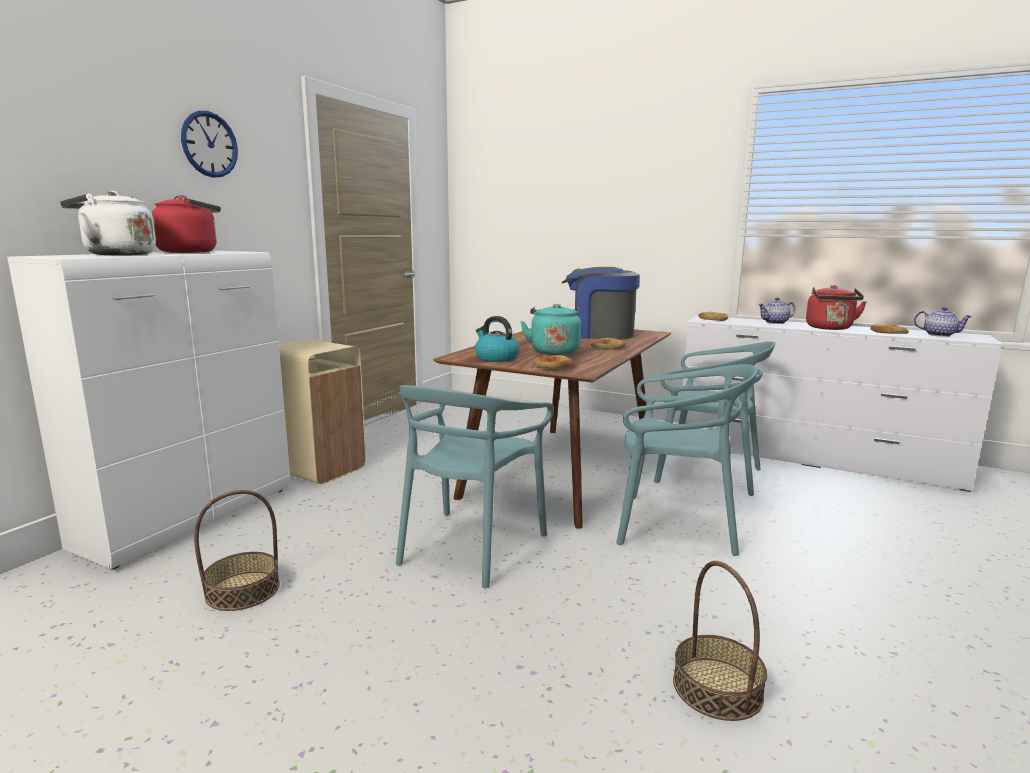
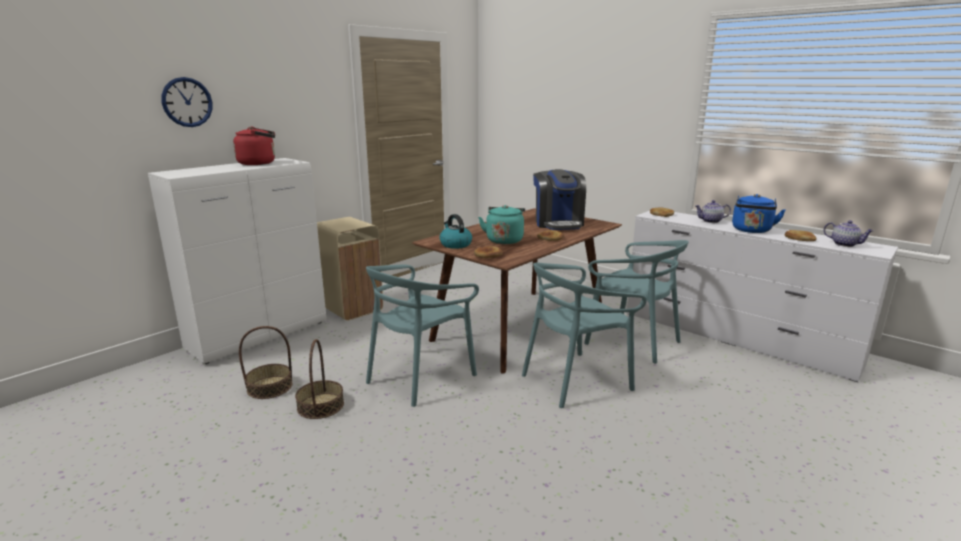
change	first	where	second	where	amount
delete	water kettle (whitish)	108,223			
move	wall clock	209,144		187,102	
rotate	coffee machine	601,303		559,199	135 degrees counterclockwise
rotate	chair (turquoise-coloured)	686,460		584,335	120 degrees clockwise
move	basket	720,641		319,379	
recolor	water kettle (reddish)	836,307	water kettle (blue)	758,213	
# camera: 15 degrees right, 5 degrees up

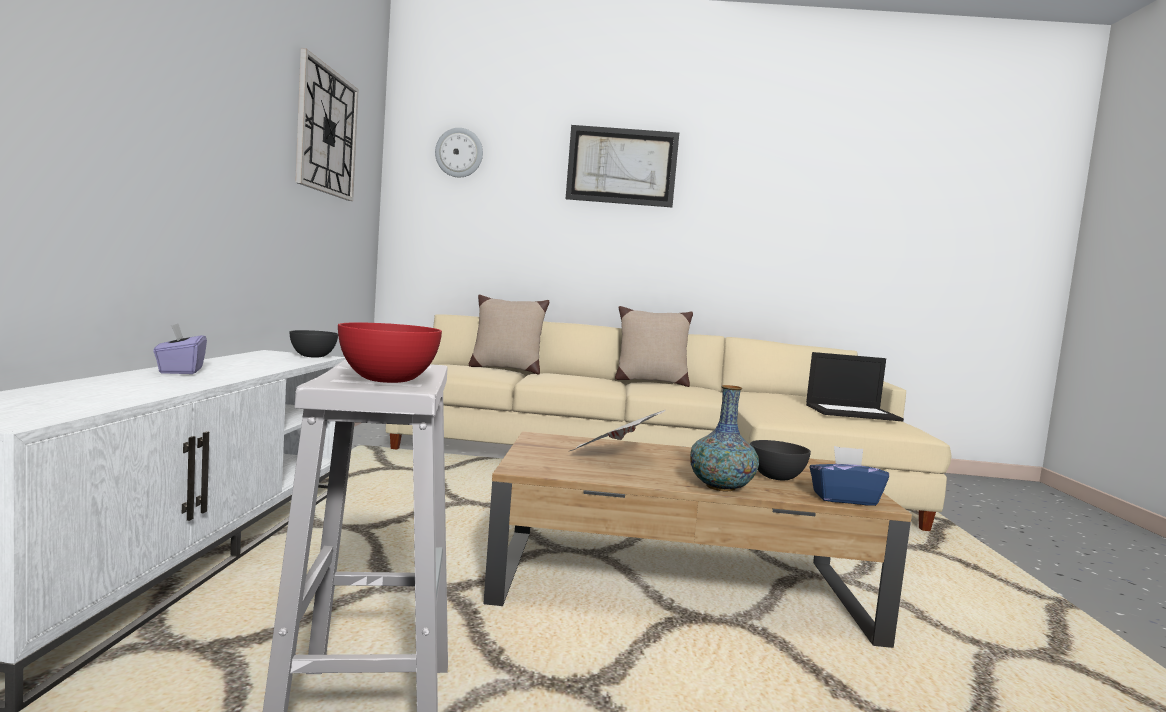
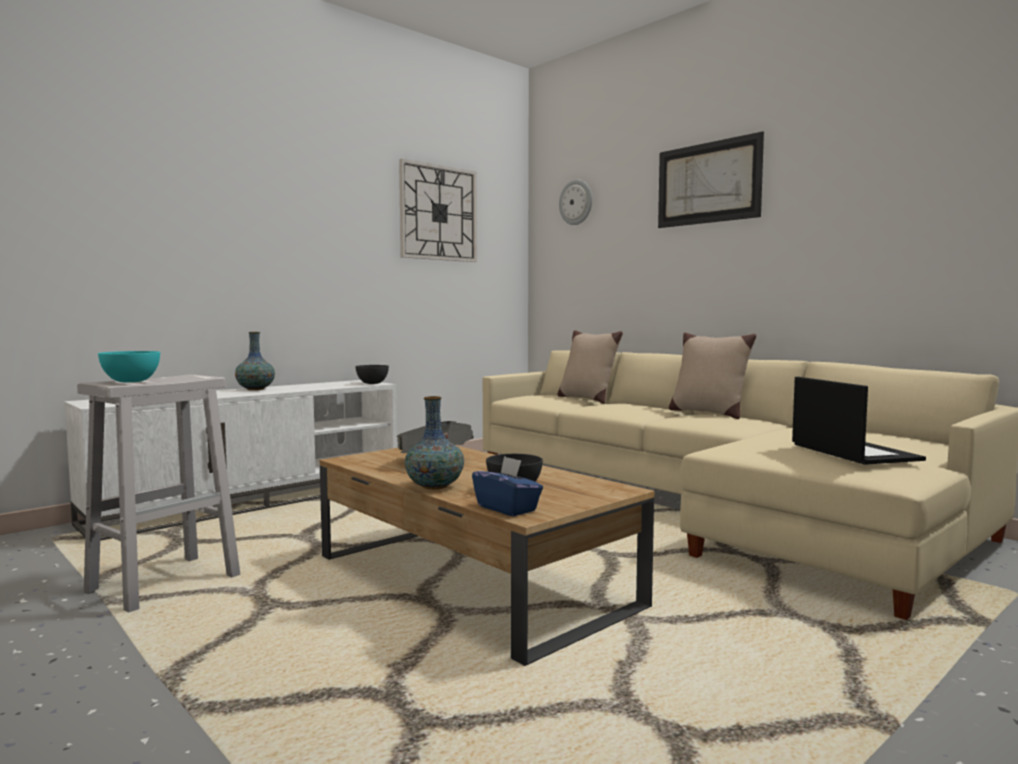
change	first	where	second	where	amount
replace	box of tissues (purplish)	180,348	vase	255,361	
recolor	serving bowl (reddish)	390,352	serving bowl (turquoise-coloured)	129,366	
rotate	portable computer	855,387		859,421	150 degrees counterclockwise
# camera: 45 degrees right, 0 degrees up

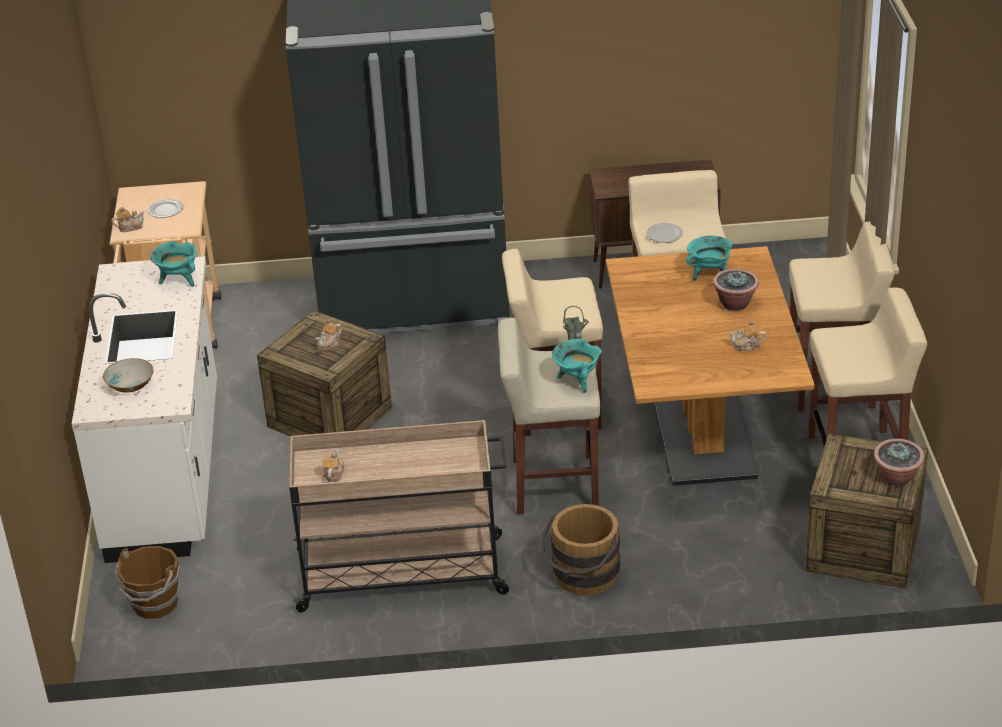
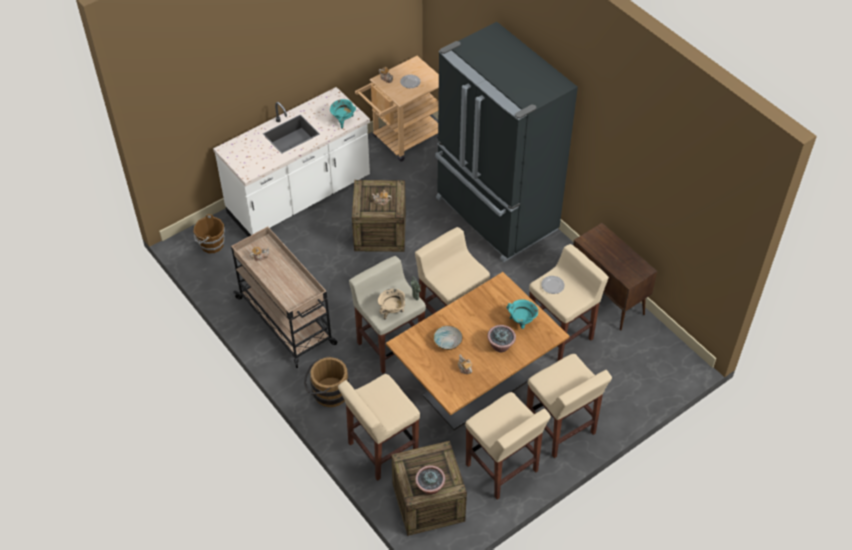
change	first	where	second	where	amount
move	serving bowl	128,375		448,338	
recolor	stockpot (turquoise-coloured)	577,366	stockpot (sand-coloured)	391,304	
insert			sitting stool (sand-coloured)	379,427	
# camera: 55 degrees right, 15 degrees up

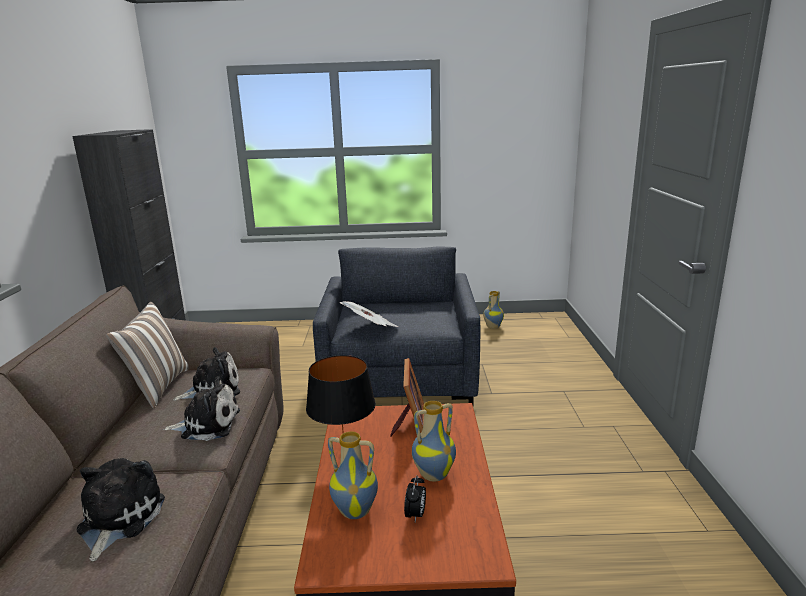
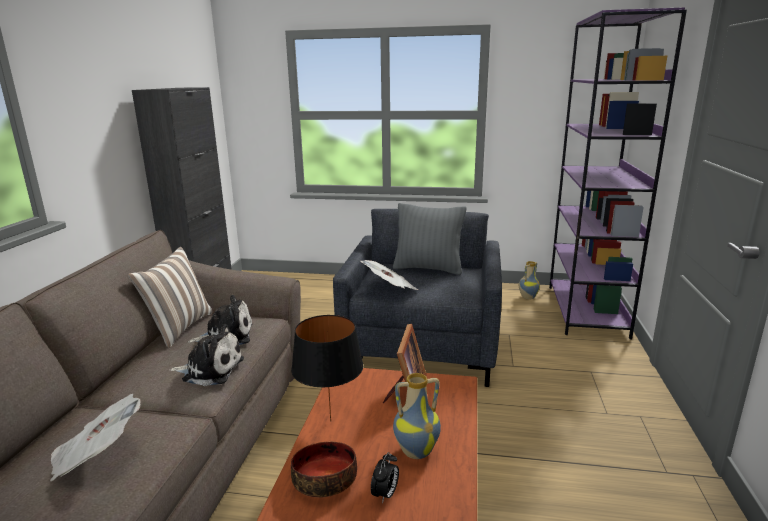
change	first	where	second	where	amount
replace	cuddly toy	120,509	newspaper	96,437	
replace	vase	353,475	serving bowl	324,469	
insert			throw pillow (gray)	430,239	
insert			bookcase (purplish)	618,173	
# camera: 10 degrees right, 0 degrees up

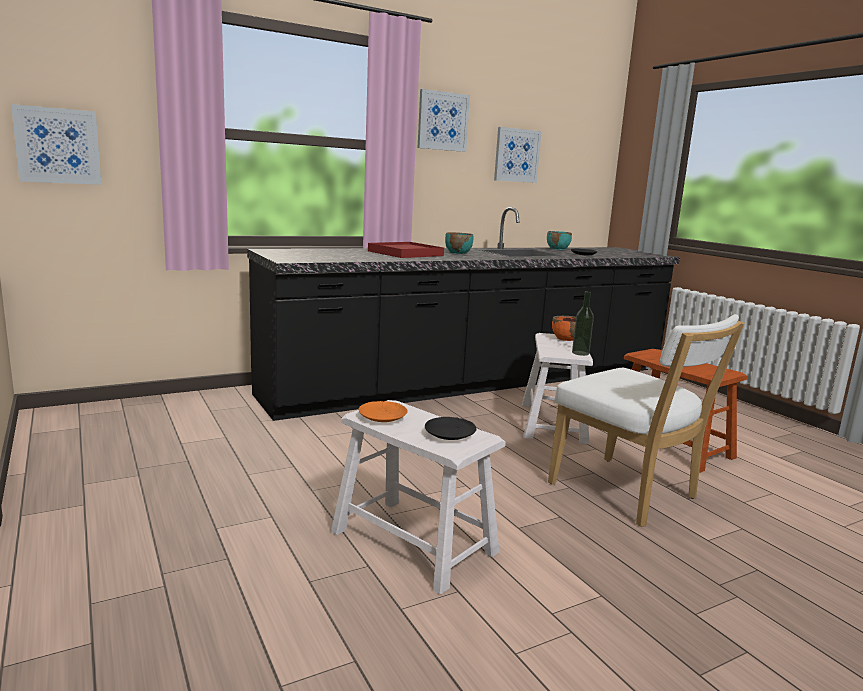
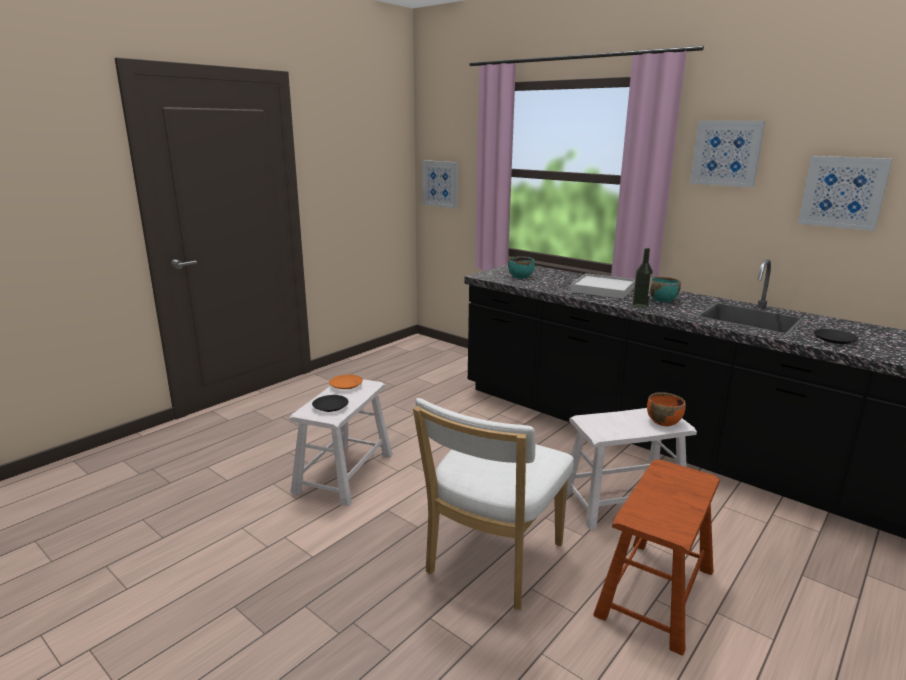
change	first	where	second	where	amount
recolor	serving tray (reddish)	406,250	serving tray (whitish)	602,286	
move	serving bowl (turquoise-coloured)	559,240		521,268	
move	bottle	583,323		642,278	
# camera: 70 degrees right, 5 degrees up

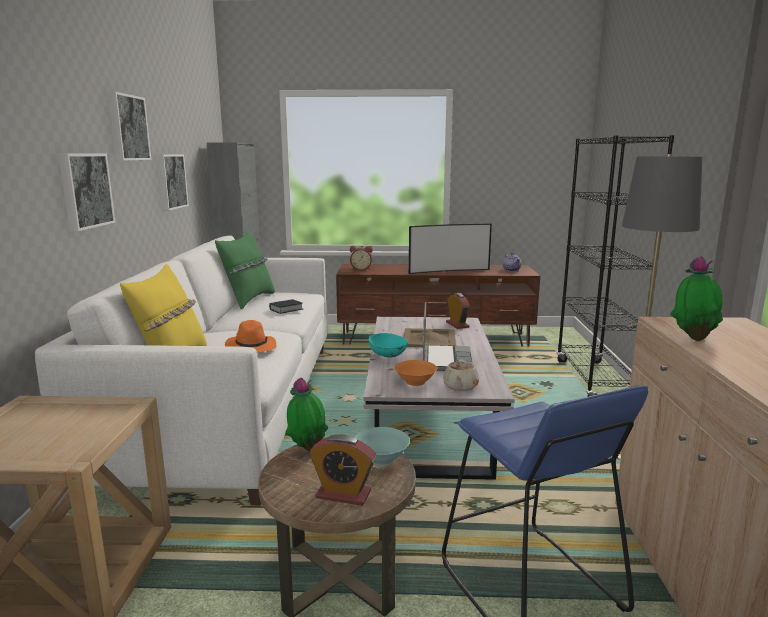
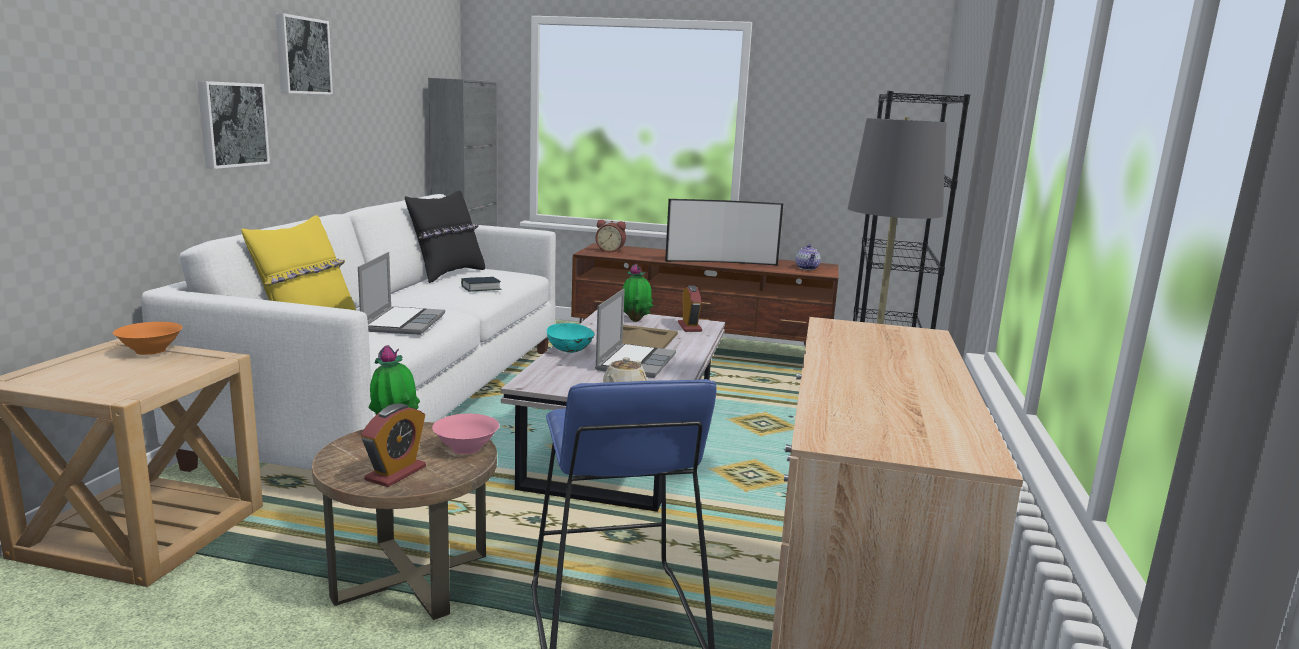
change	first	where	second	where	amount
delete	wall picture	173,182			
recolor	throw pillow (green)	245,270	throw pillow (blackish)	445,236	
replace	hat (orangey)	250,336	portable computer	401,293	
rotate	bedside clock	342,470		393,445	90 degrees counterclockwise
recolor	serving bowl (turquoise-coloured)	382,446	serving bowl (pinkish)	465,434	
move	serving bowl (orangey)	415,373		148,338	
move	potted plant	696,298		638,293	
# camera: 10 degrees right, 0 degrees up

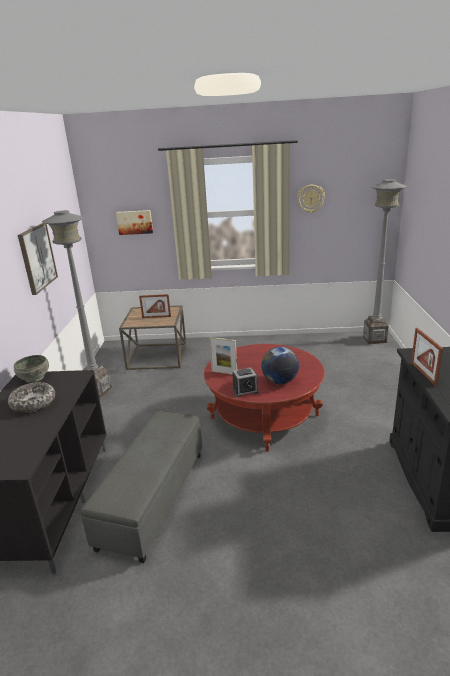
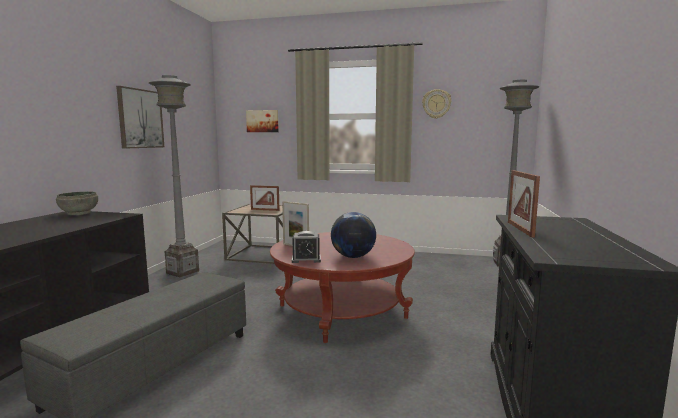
change	first	where	second	where	amount
delete	serving bowl	31,397			
# camera: 10 degrees right, 15 degrees down

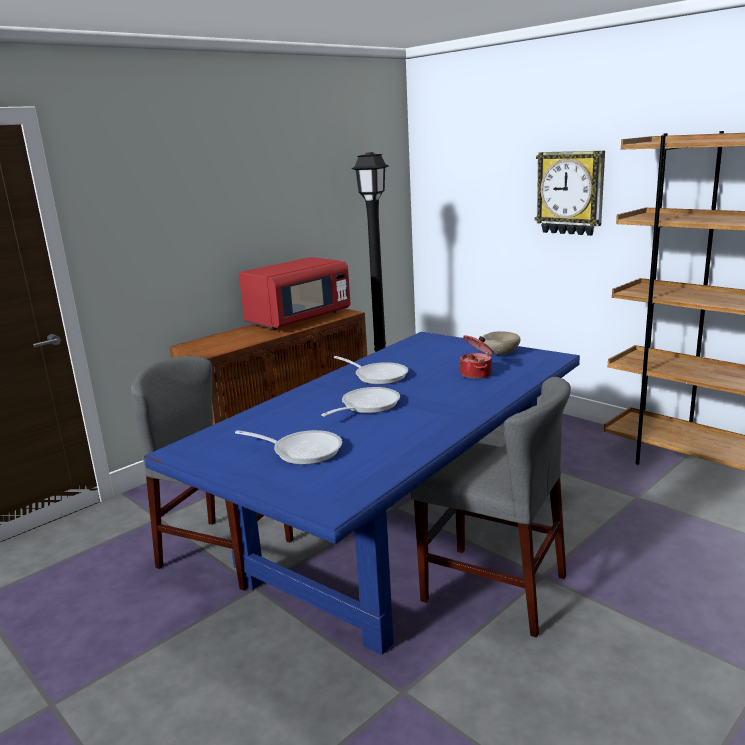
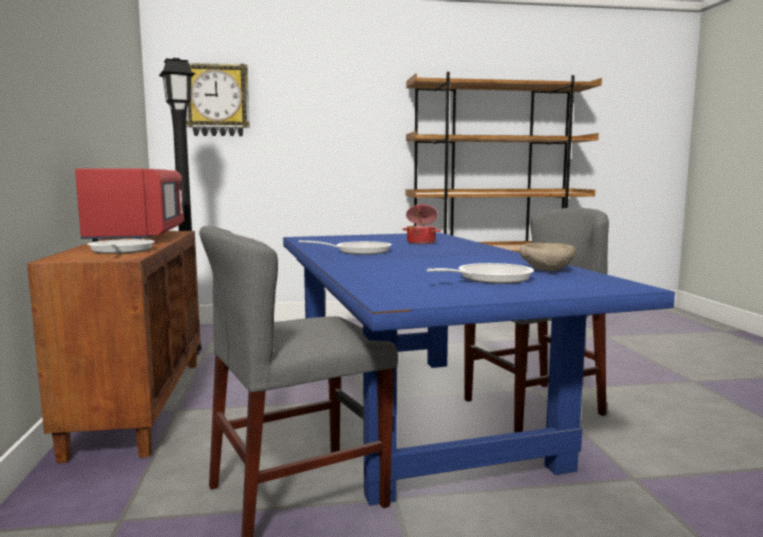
change	first	where	second	where	amount
move	pan	360,402		121,246	
move	serving bowl (sand-coloured)	501,343		547,257	
move	wall clock	570,193		218,99	
# camera: 55 degrees left, 10 degrees down

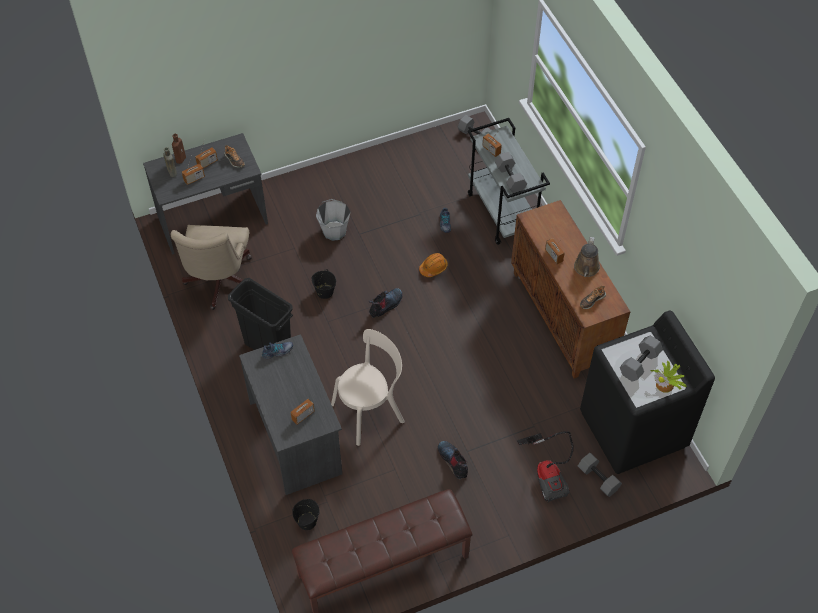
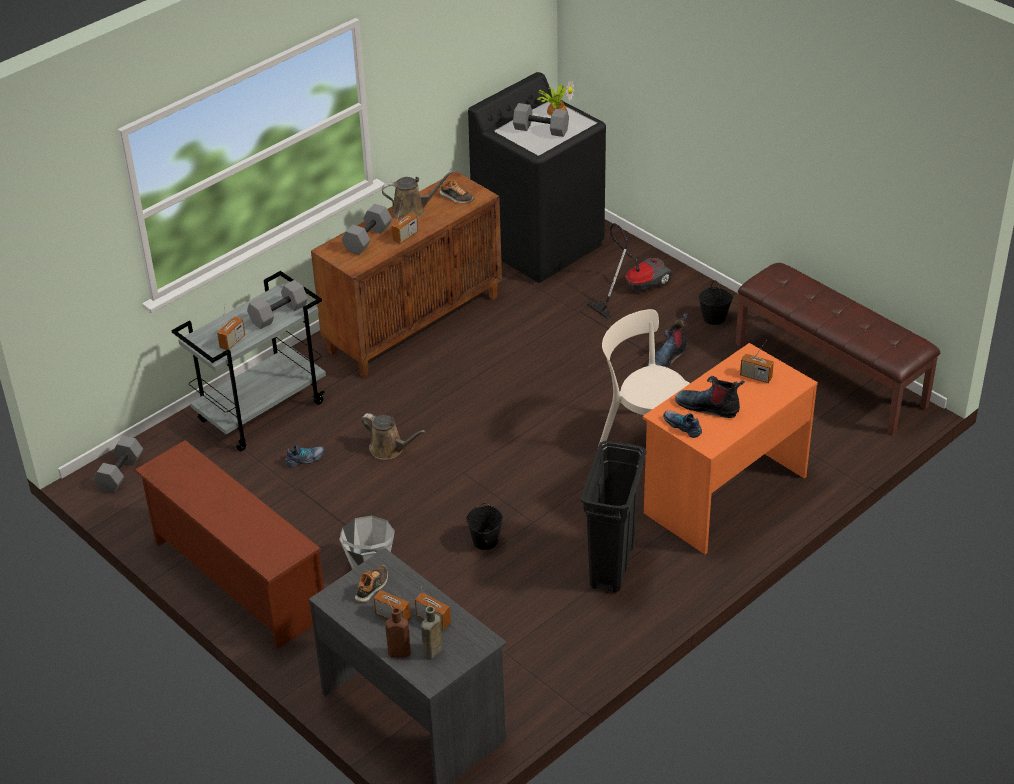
change	first	where	second	where	amount
delete	desk chair (sand-coloured)	211,267			
recolor	desk (gray)	290,414	desk (orangey)	730,448	
move	water bucket (blackish)	306,514		715,303	
move	high-top boot	386,303		710,397	
replace	hard hat (orangey)	433,265	watering can (brown-coloured)	393,436	
move	free weight (gray)	600,475		366,229	
insert			shoe stand (brown-coloured)	229,545	
# camera: 110 degrees left, 15 degrees down

